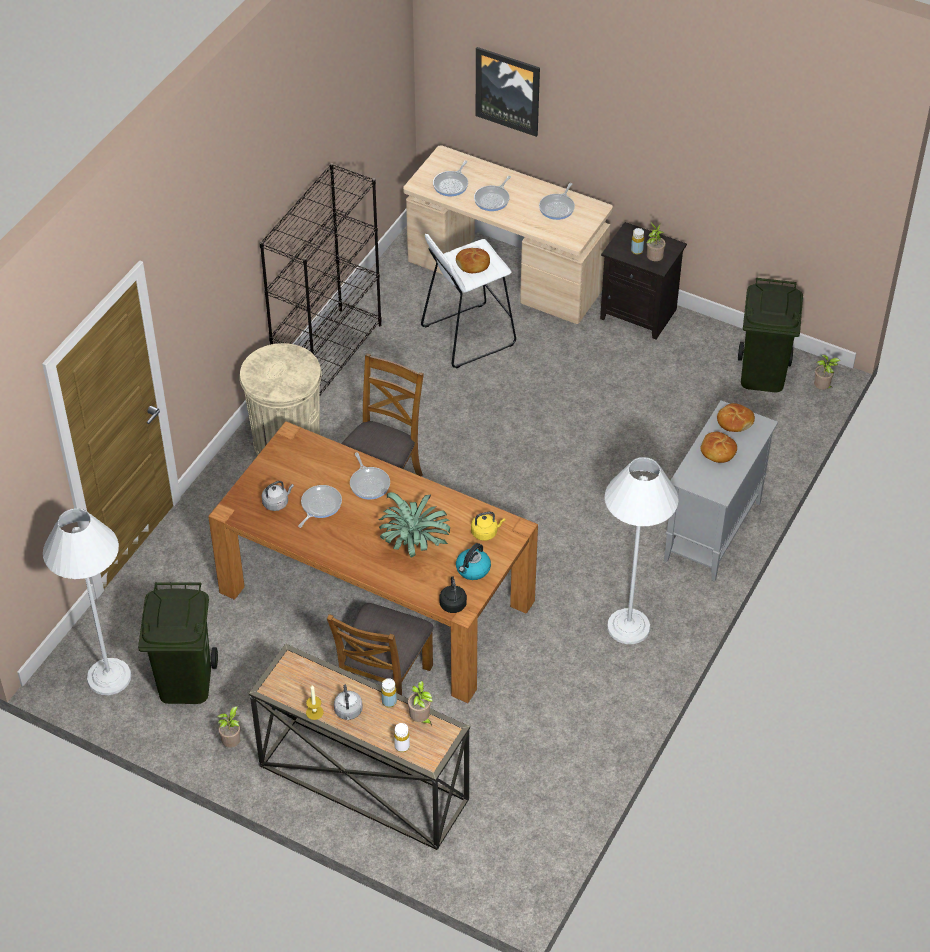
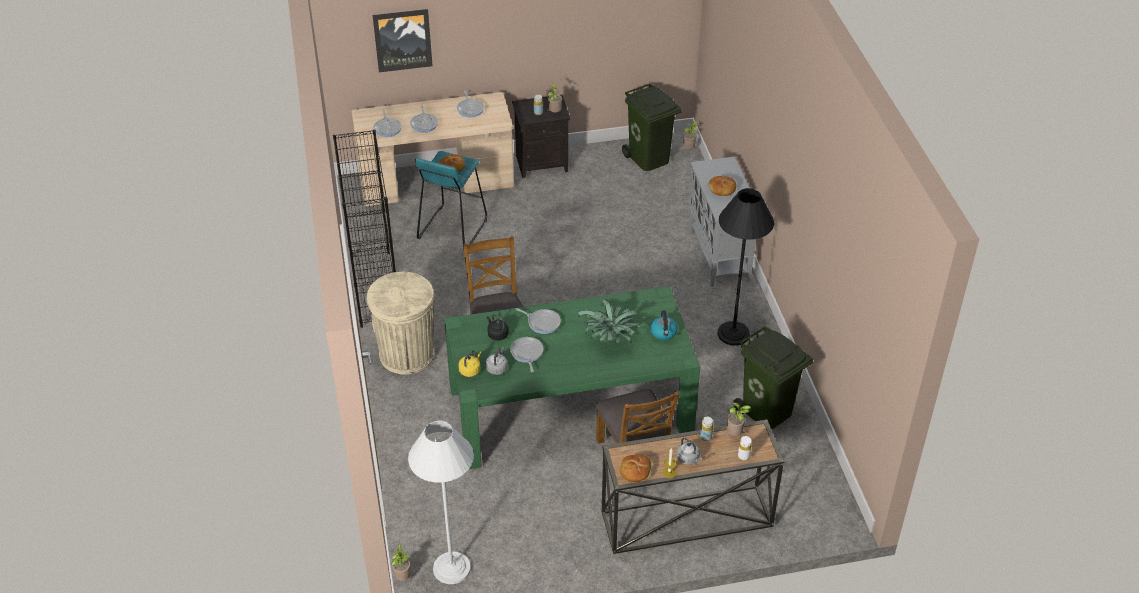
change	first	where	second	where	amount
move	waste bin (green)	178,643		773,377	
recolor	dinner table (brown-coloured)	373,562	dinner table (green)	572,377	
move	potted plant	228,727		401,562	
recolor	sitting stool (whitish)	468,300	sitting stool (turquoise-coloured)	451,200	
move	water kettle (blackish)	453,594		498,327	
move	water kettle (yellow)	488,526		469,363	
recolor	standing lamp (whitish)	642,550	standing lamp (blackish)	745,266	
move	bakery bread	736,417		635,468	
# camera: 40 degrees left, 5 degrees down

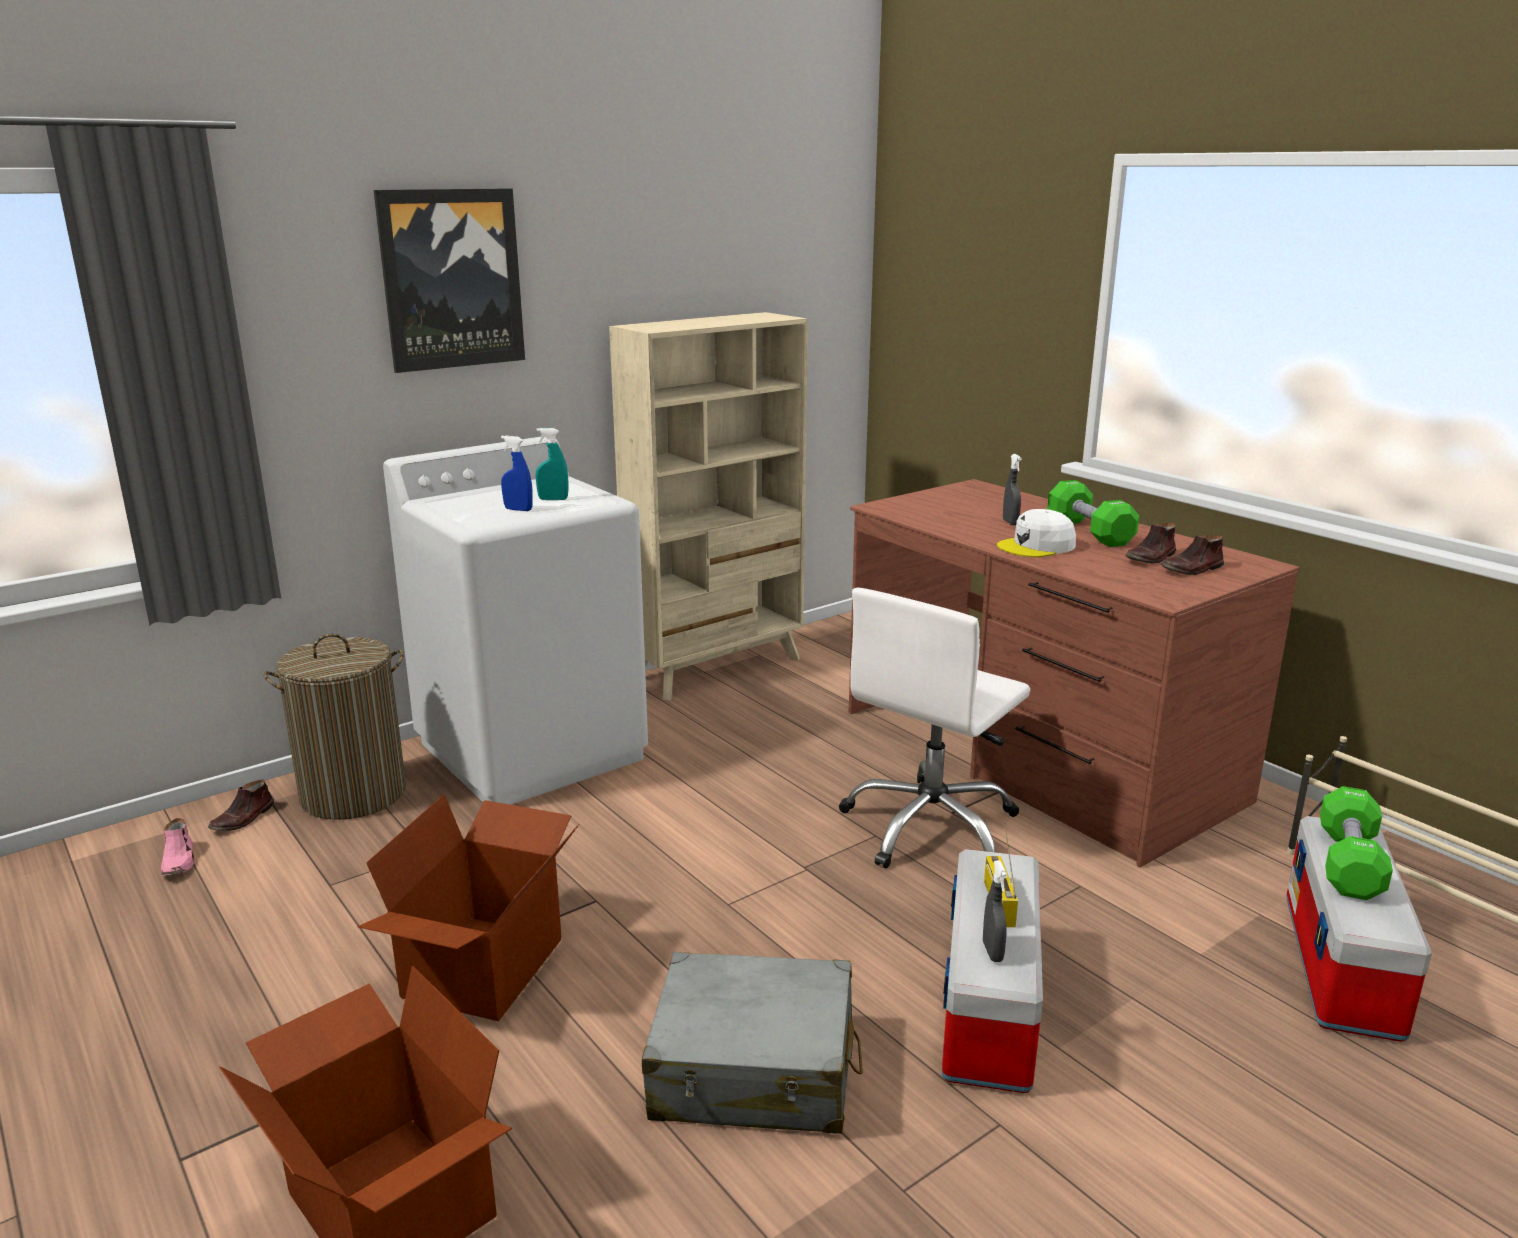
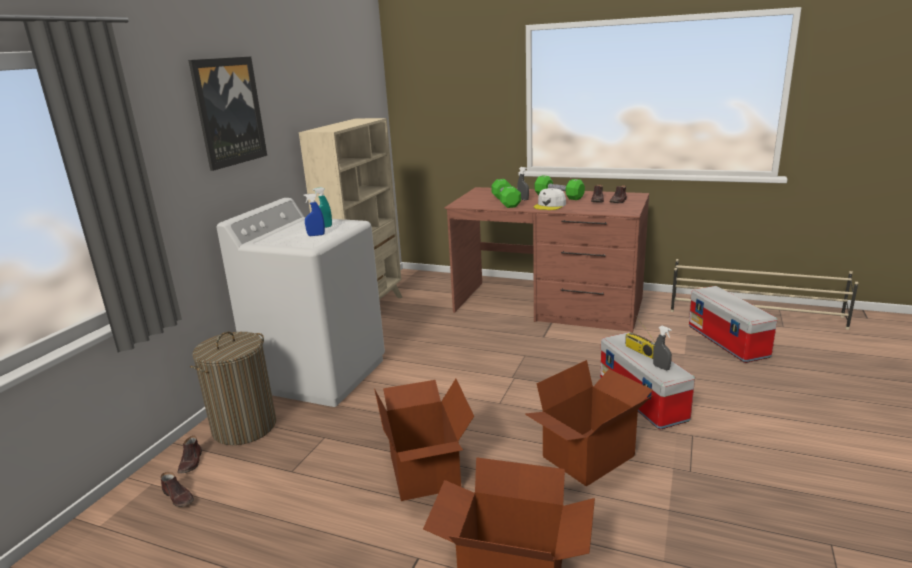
change	first	where	second	where	amount
recolor	shoe (pinkish)	177,847	shoe (brown-coloured)	177,489	
replace	suitcase (gray)	752,1043	carton	589,423	
delete	desk chair (whitish)	934,728			
move	free weight (green)	1356,843		506,193	
# camera: 30 degrees left, 0 degrees up

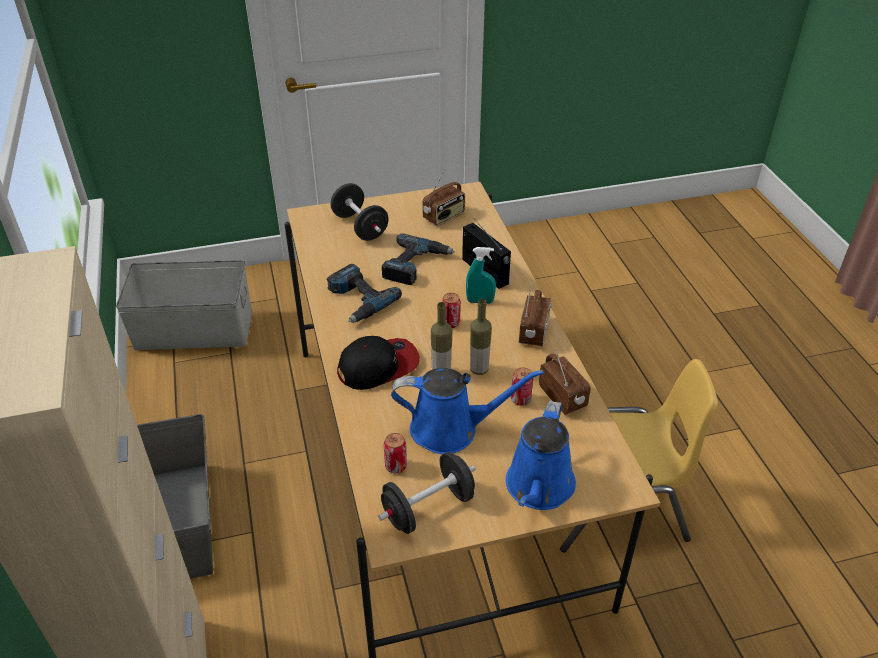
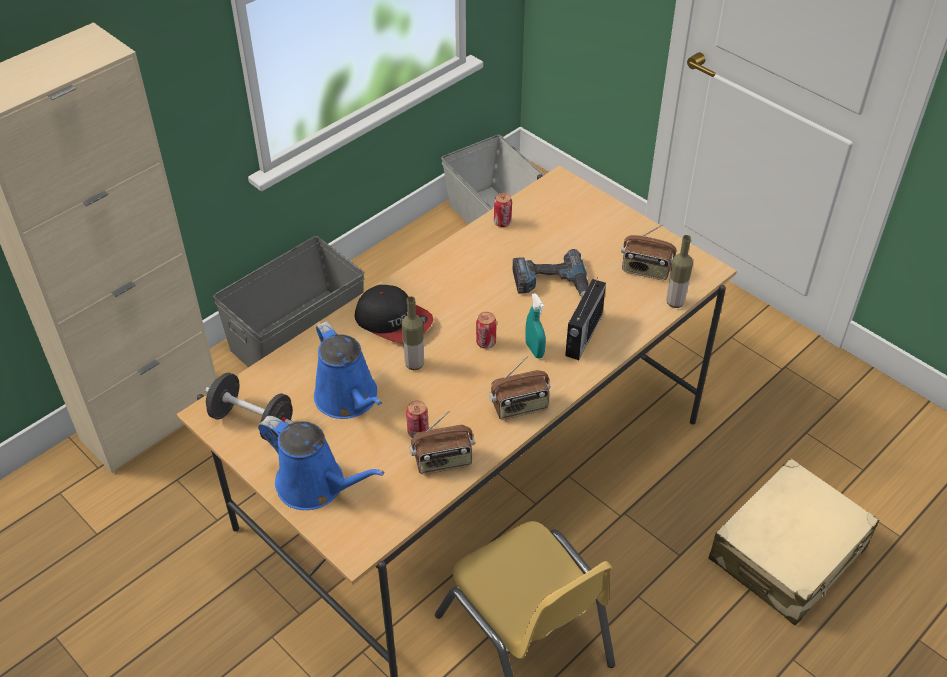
change	first	where	second	where	amount
delete	electric drill	364,293			
delete	free weight (blackish)	359,212			
move	sealed can	395,453		503,210	
move	bottle	481,337		679,271	
rotate	watering can (blue)	541,455		321,463	135 degrees counterclockwise
rotate	radio	565,382		442,442	45 degrees clockwise
insert			suitcase (sand-coloured)	793,541	
# camera: 60 degrees right, 5 degrees up

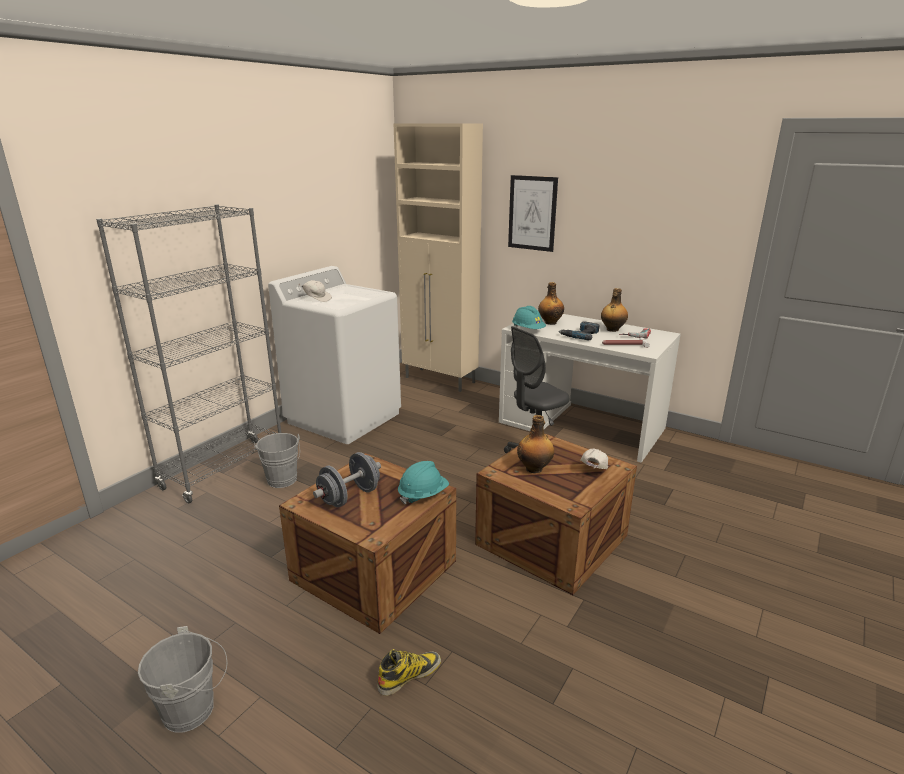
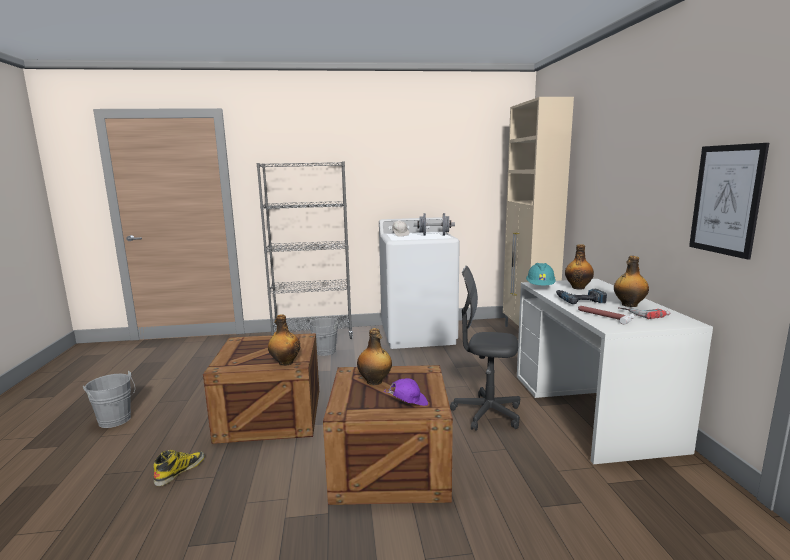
change	first	where	second	where	amount
move	free weight (gray)	347,479		434,224	
rotate	high-top boot	409,672		179,468	75 degrees counterclockwise
replace	hard hat (turquoise-coloured)	423,482	bottle	284,340	
move	wall picture	533,213		729,201	
recolor	peaked cap (whitish)	594,459	peaked cap (purplish)	406,392	
# camera: 50 degrees right, 10 degrees down

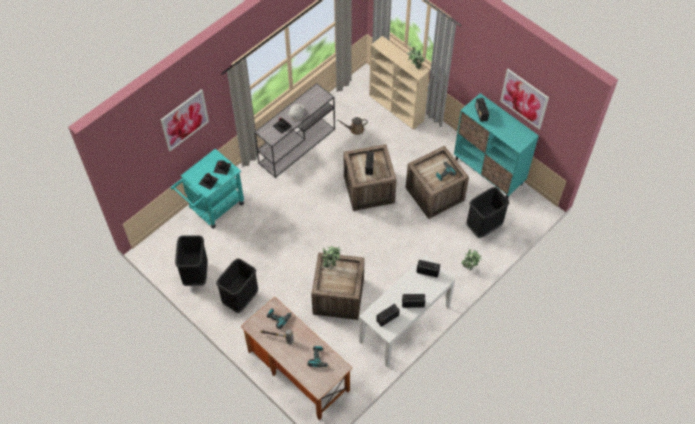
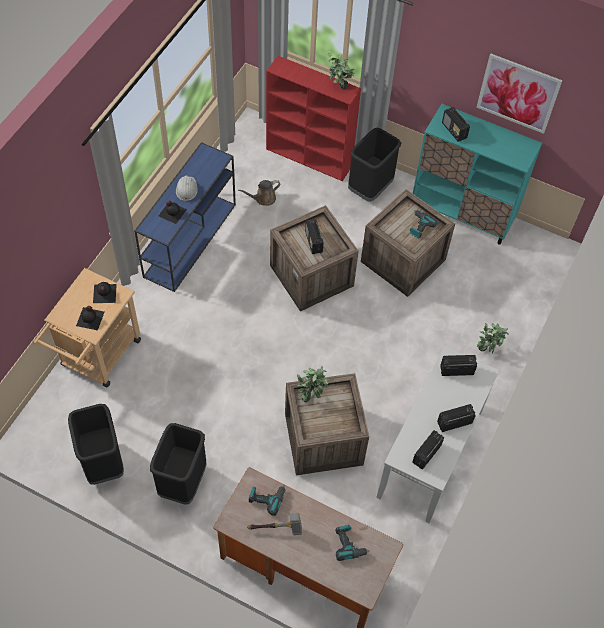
change	first	where	second	where	amount
delete	wall picture	185,120			
recolor	trolley (turquoise-coloured)	207,189	trolley (sand-coloured)	87,327	
recolor	hall table (gray)	294,130	hall table (blue)	185,217	
recolor	bookcase (sand-coloured)	399,83	bookcase (reddish)	313,118	
move	waste bin (blackish)	487,212		374,165	
# camera: 20 degrees left, 0 degrees up

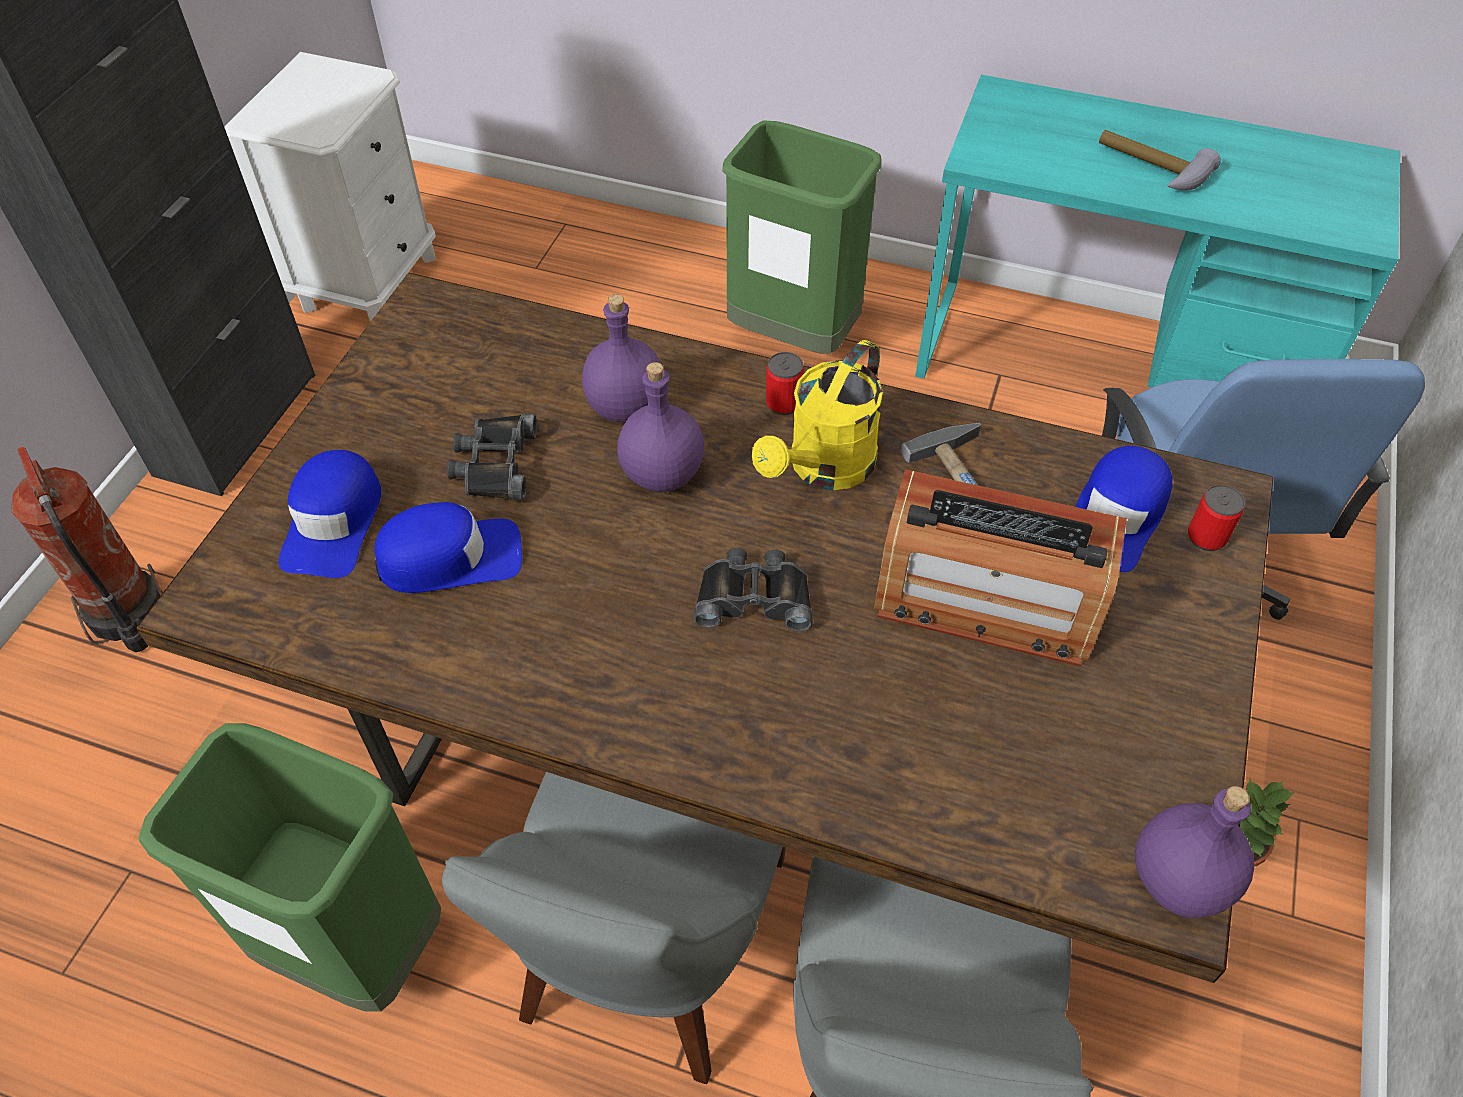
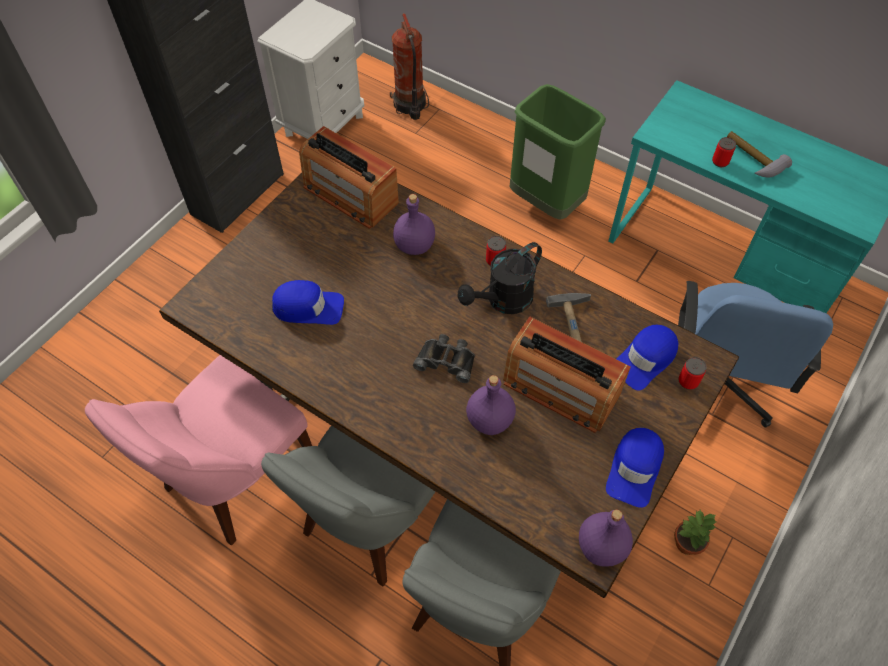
change	first	where	second	where	amount
move	fire-fighting cylinder	87,549		409,66	
replace	waste bin (green)	290,867	chair (pinkish)	198,450	
move	peaked cap (blue)	330,514		635,468	
delete	binoculars (blackish)	492,457			
move	bottle (purplish)	660,427		491,405	
recolor	watering can (yellow)	817,415	watering can (blackish)	499,278	
insert			radio	349,177	
insert			sealed can	724,152	
# camera: 15 degrees right, 5 degrees up

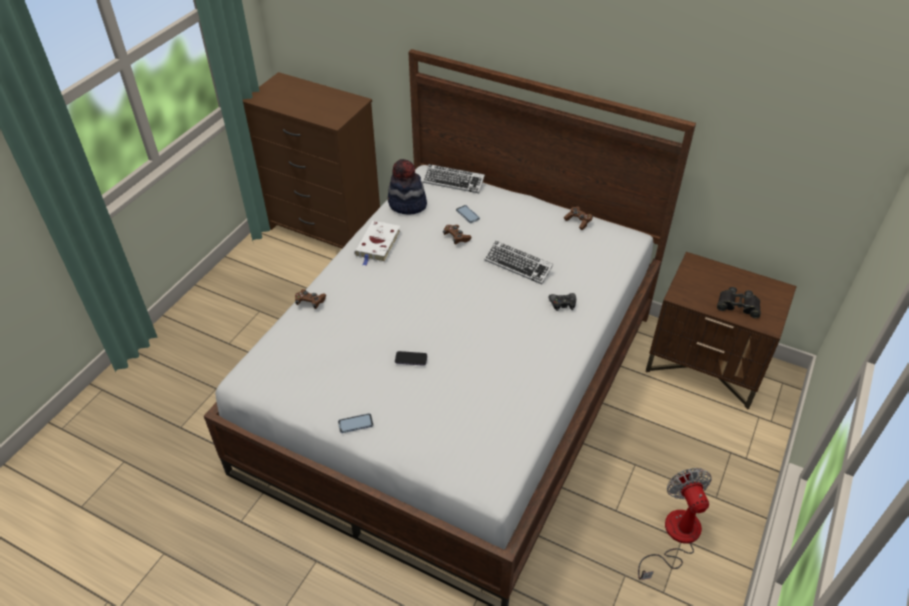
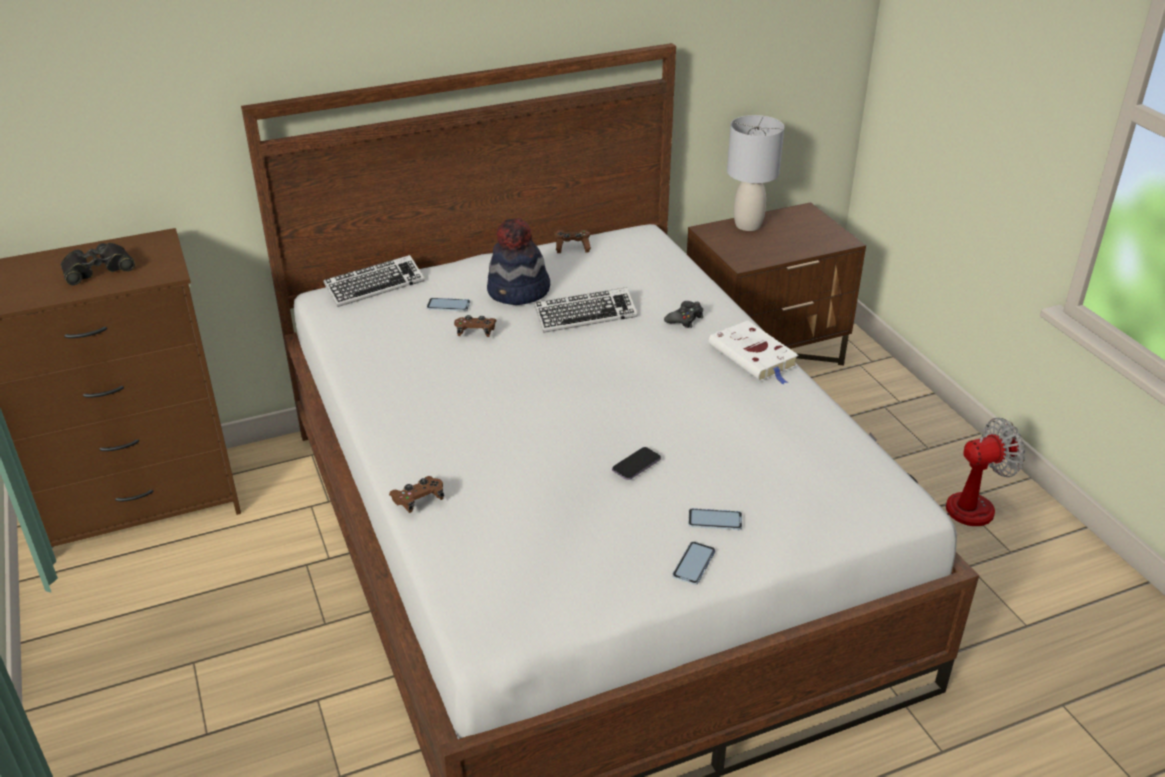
change	first	where	second	where	amount
move	volume (whitish)	377,243		754,352	
move	hat	407,187		518,261	
rotate	cooling fan	675,524		947,472	135 degrees clockwise
move	binoculars (blackish)	739,302		98,264	
insert			handset	715,519	
insert			table lamp (gray)	755,173	
# camera: 50 degrees left, 10 degrees down

